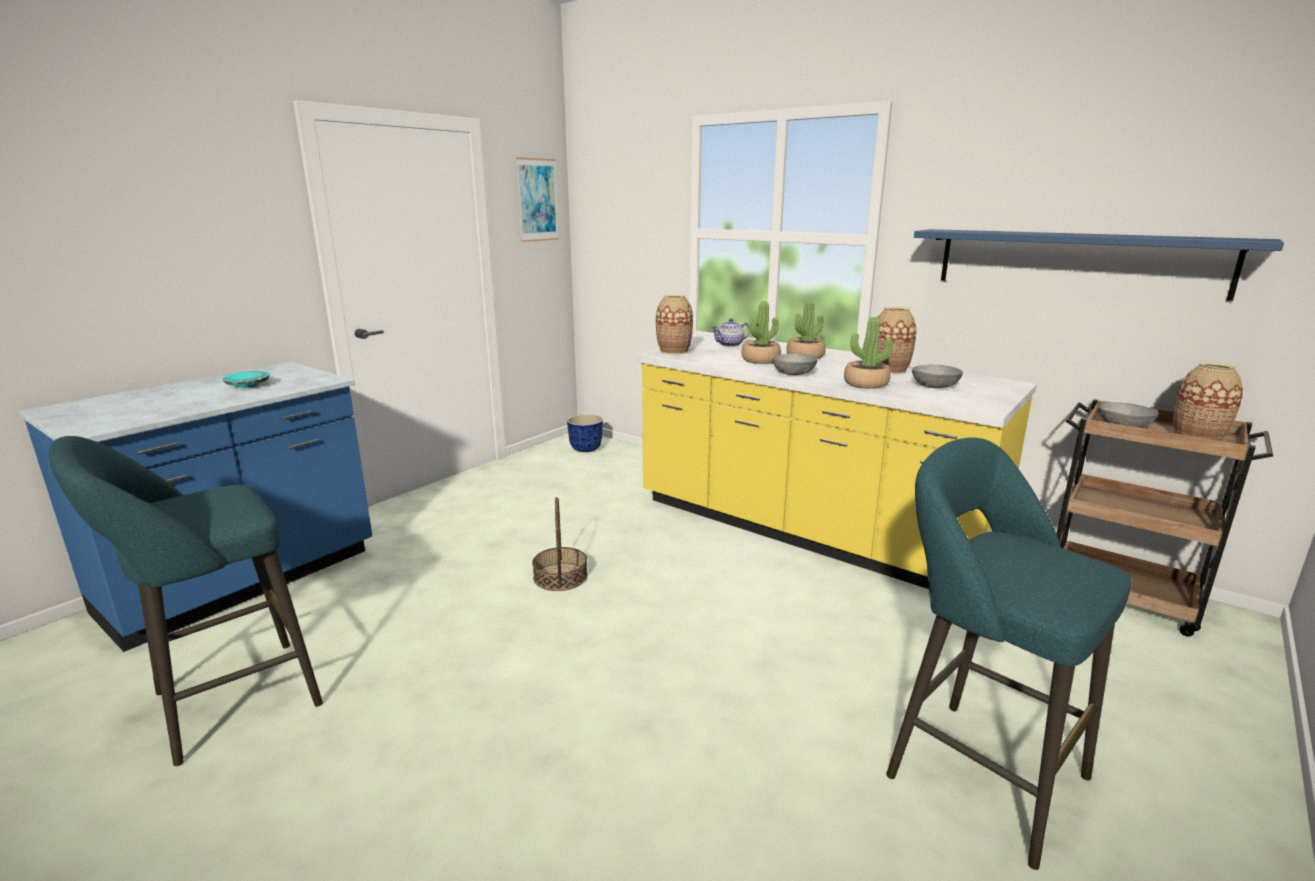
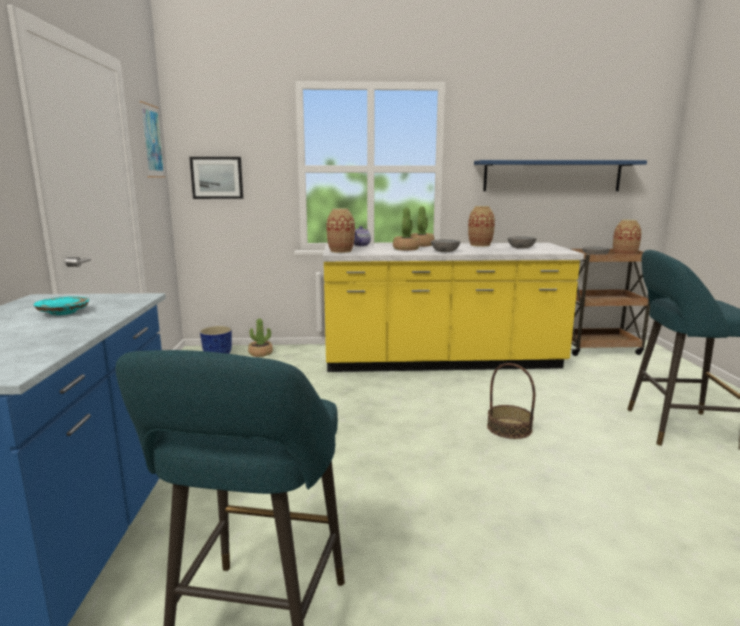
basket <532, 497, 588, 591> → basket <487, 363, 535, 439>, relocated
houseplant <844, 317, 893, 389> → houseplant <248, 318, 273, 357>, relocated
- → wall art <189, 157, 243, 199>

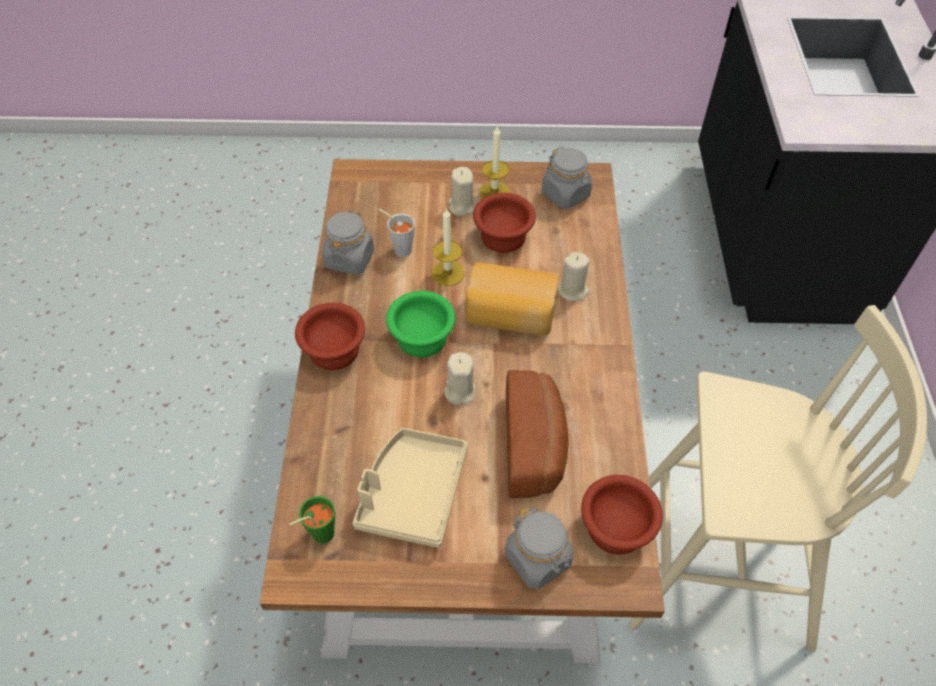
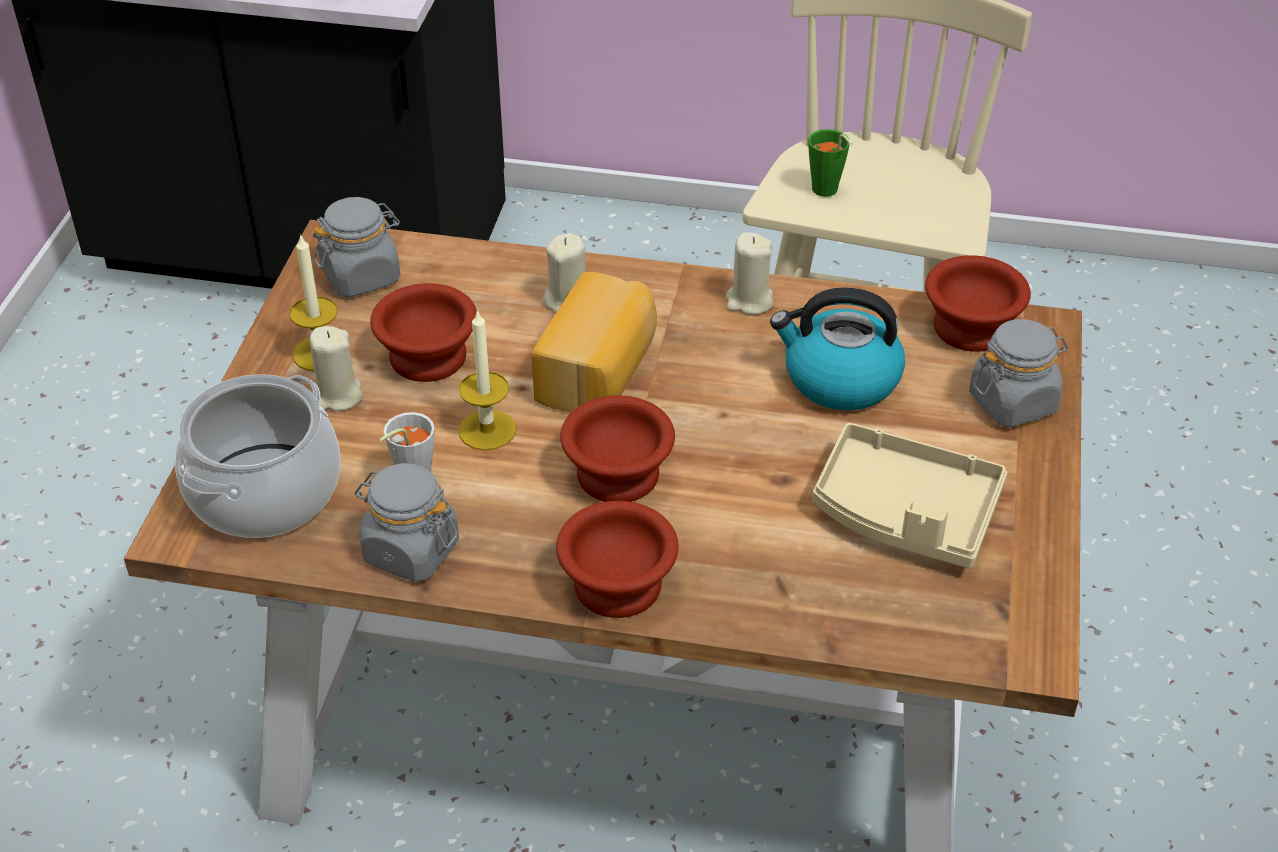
green drinking cup <289, 496, 335, 544> → green drinking cup <808, 129, 853, 197>, relocated
green bowl <386, 291, 455, 357> → brown bowl <560, 395, 675, 502>
sand-coloured wax candle <444, 352, 476, 405> → sand-coloured wax candle <726, 232, 773, 315>, relocated
baked bread <506, 370, 569, 498> → kettle <770, 287, 905, 410>
- → saucepot <175, 374, 341, 538>

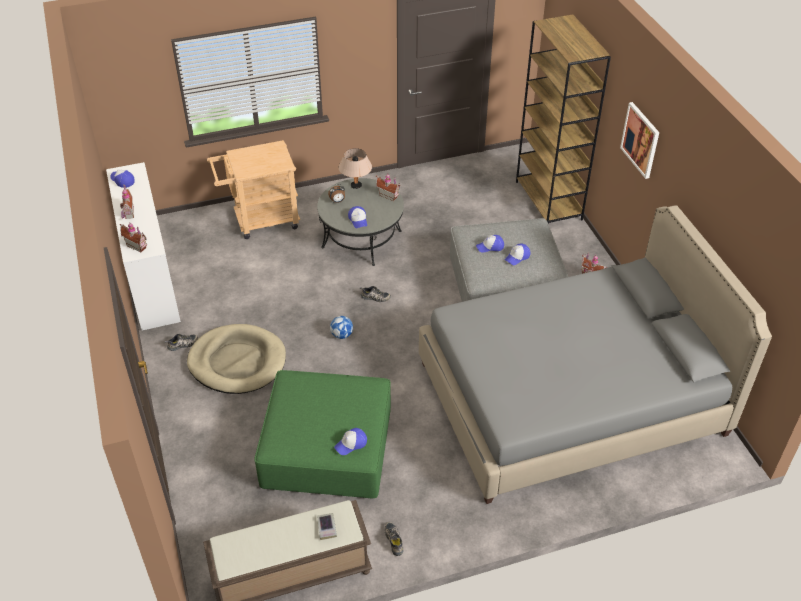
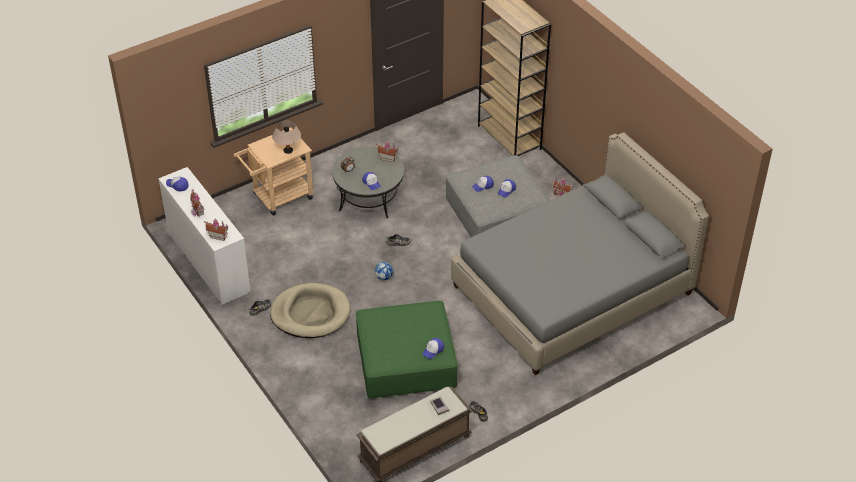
sand-coloured tabletop lamp <339, 148, 372, 189> → sand-coloured tabletop lamp <272, 120, 301, 154>, relocated
wall art <620, 102, 659, 179> → -

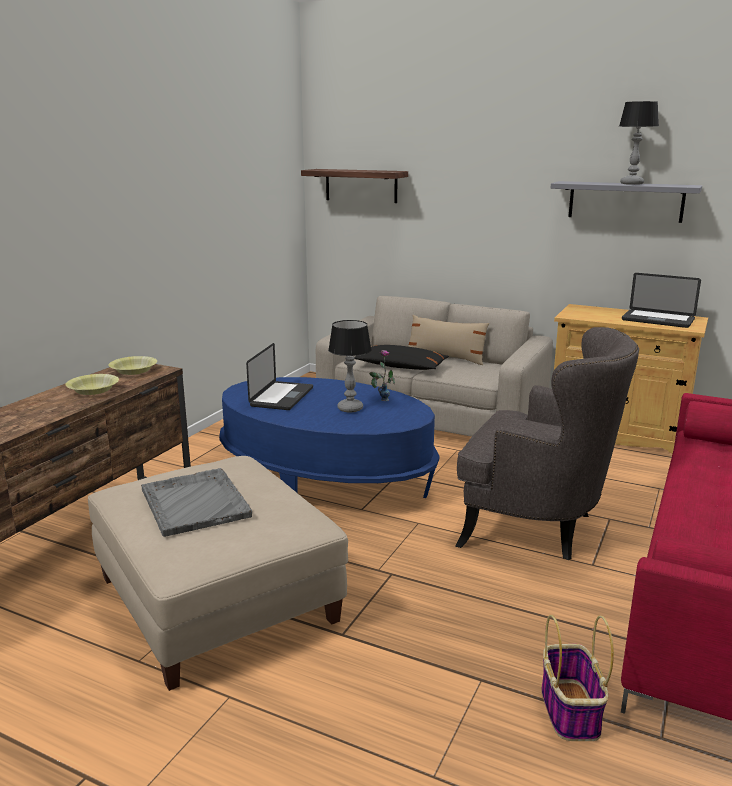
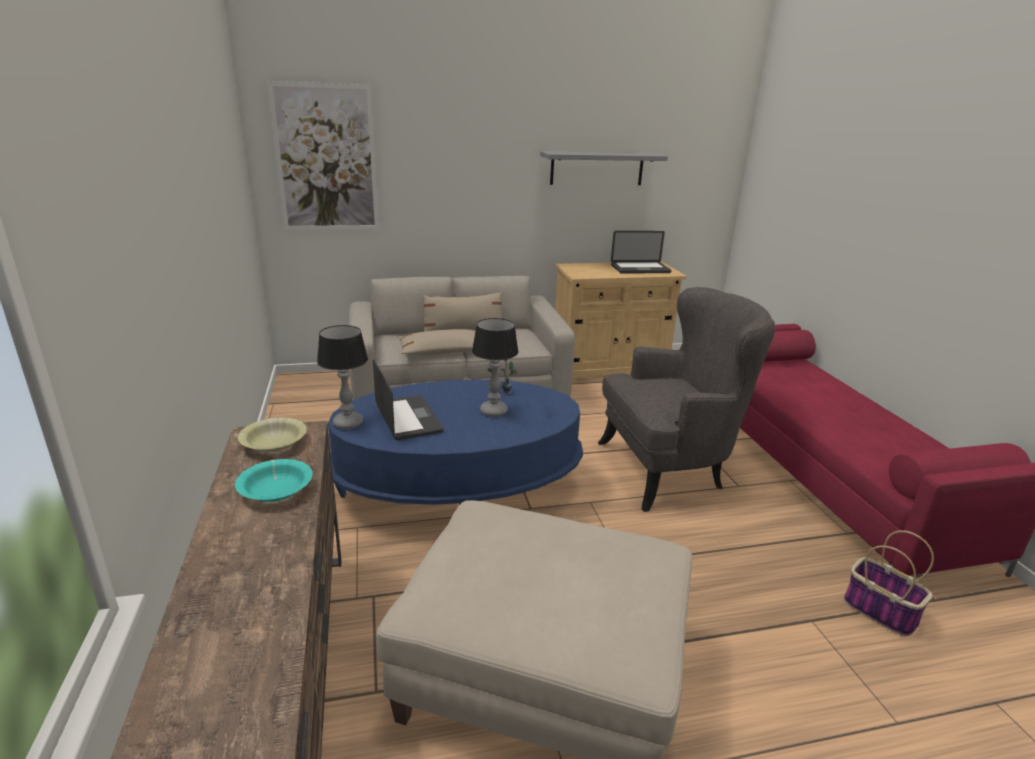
yellow-coloured bowl <65, 374, 119, 395> → blue-green bowl <235, 459, 312, 502>
grey serving tray <141, 468, 252, 537> → -
shelf <301, 169, 408, 203> → wall art <267, 81, 379, 230>
black-coloured throw pillow <354, 345, 449, 370> → sand-coloured throw pillow <398, 329, 476, 354>
tabletop lamp <619, 101, 659, 185> → tabletop lamp <317, 325, 368, 429>, relocated

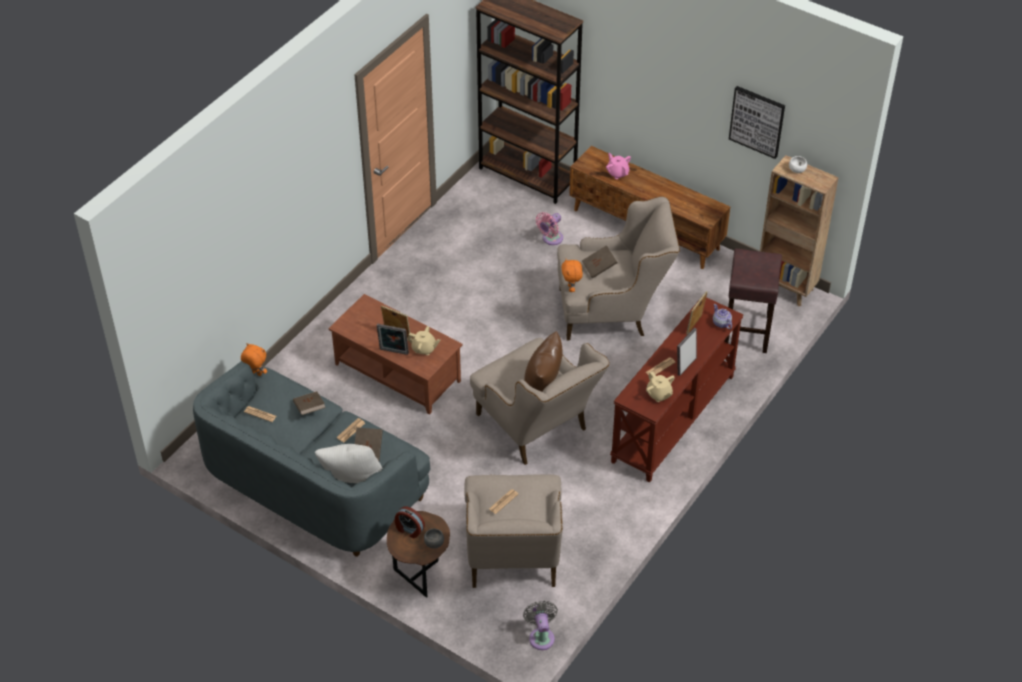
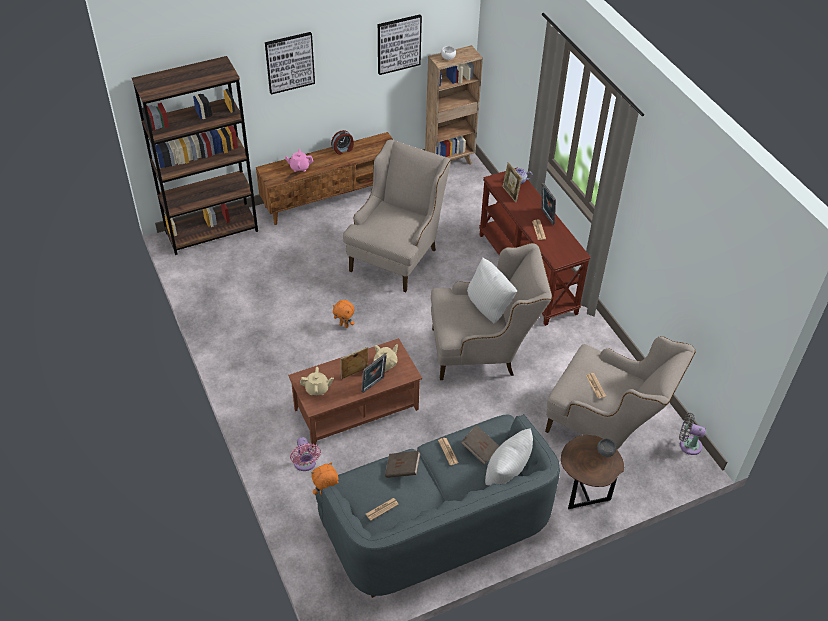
table clock <395, 507, 425, 538> → table clock <331, 130, 354, 155>, relocated
brown throw pillow <524, 331, 563, 392> → whitish throw pillow <467, 257, 517, 323>
pink cooling fan <536, 212, 563, 245> → pink cooling fan <290, 437, 321, 471>, relocated
orange plush toy <561, 259, 583, 292> → orange plush toy <333, 300, 355, 328>, relocated
brown bound book <582, 245, 617, 279> → -
sand-coloured pot for tea <646, 371, 675, 402> → sand-coloured pot for tea <300, 367, 334, 395>, relocated
brown sitting stool <724, 249, 782, 353> → -
- → wall art <265, 32, 315, 95>

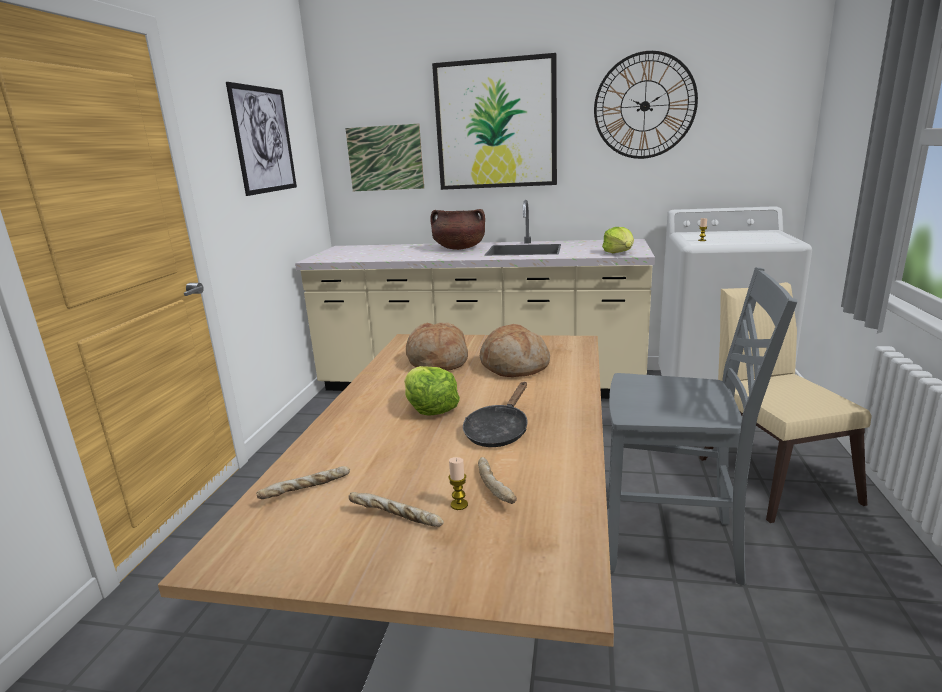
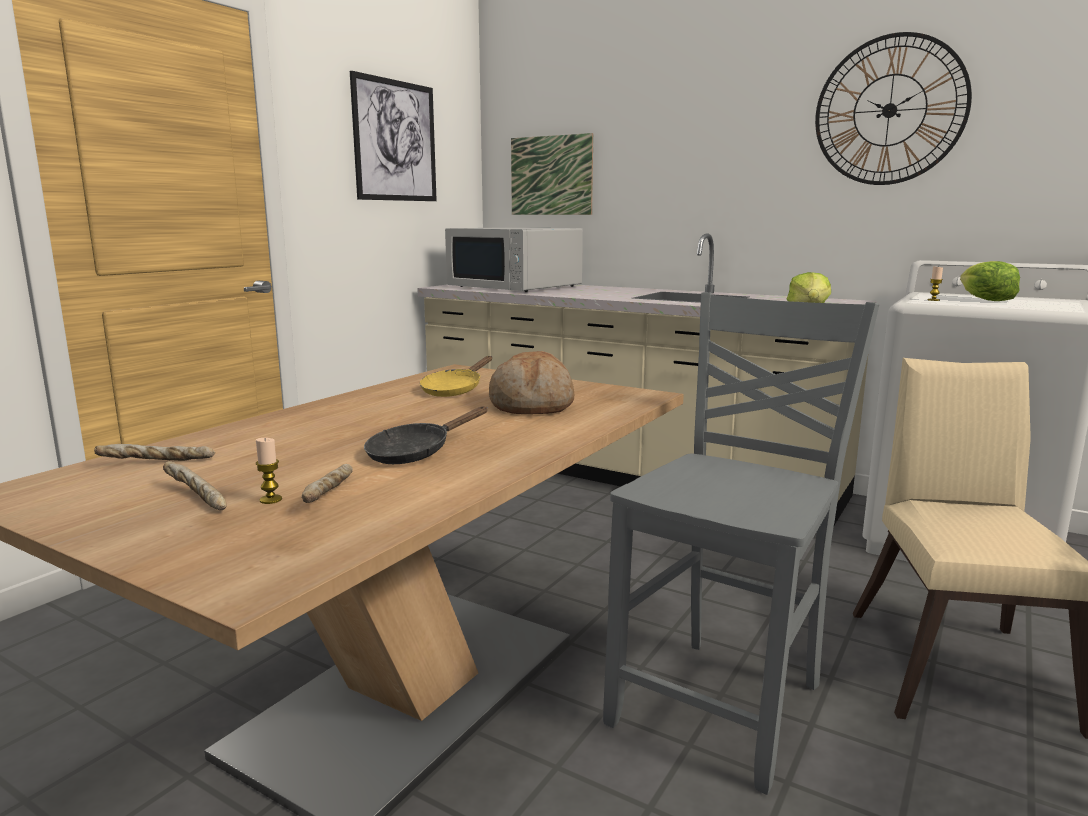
lettuce head <404, 366, 460, 416> → lettuce head <960, 261, 1020, 301>, relocated
baked bread <406, 322, 468, 371> → yellow-coloured pan <420, 356, 492, 397>
brown saucepot <430, 209, 485, 250> → -
wall art <432, 53, 557, 190> → -
grey upright chair <608, 267, 797, 585> → grey upright chair <603, 292, 879, 795>, 90 degrees counterclockwise
- → whitish microwave oven <445, 227, 583, 292>

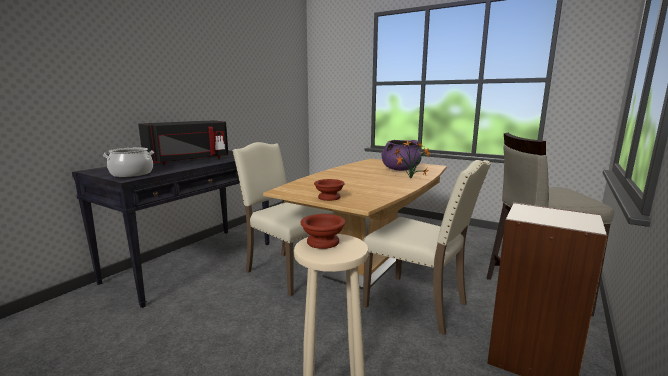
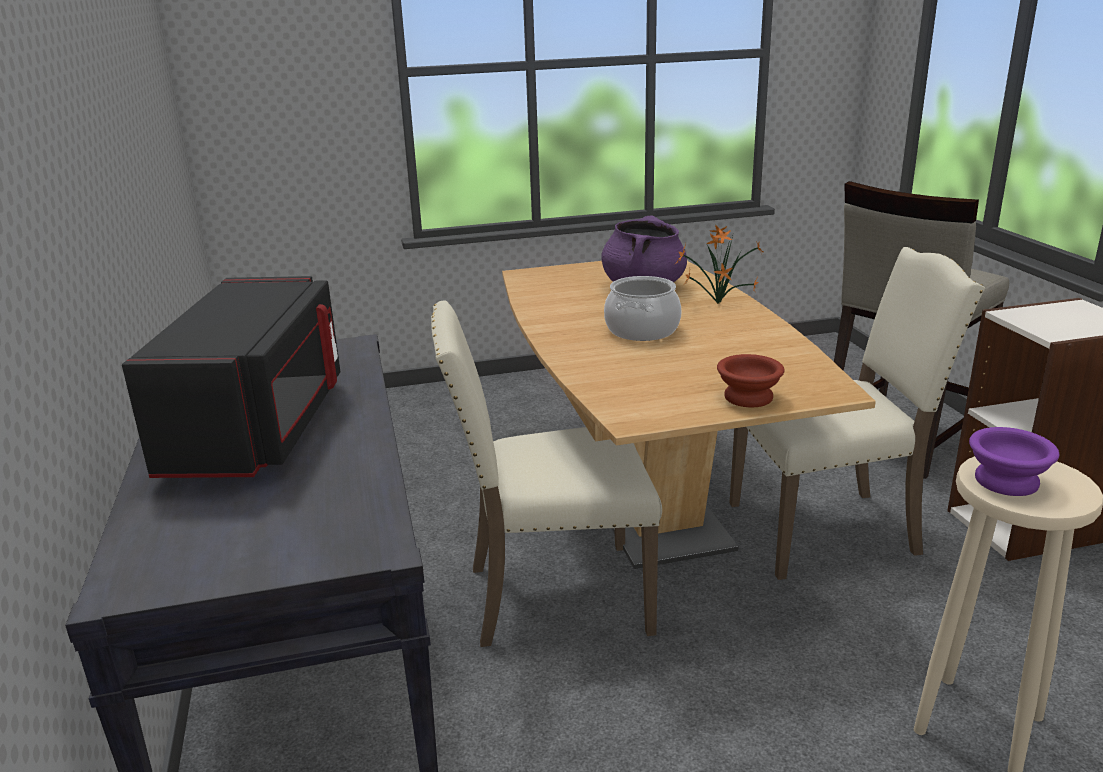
saucepot <103, 148, 154, 177> → saucepot <604, 276, 681, 341>, relocated
brown bowl <301, 214, 345, 249> → purple bowl <969, 427, 1059, 496>

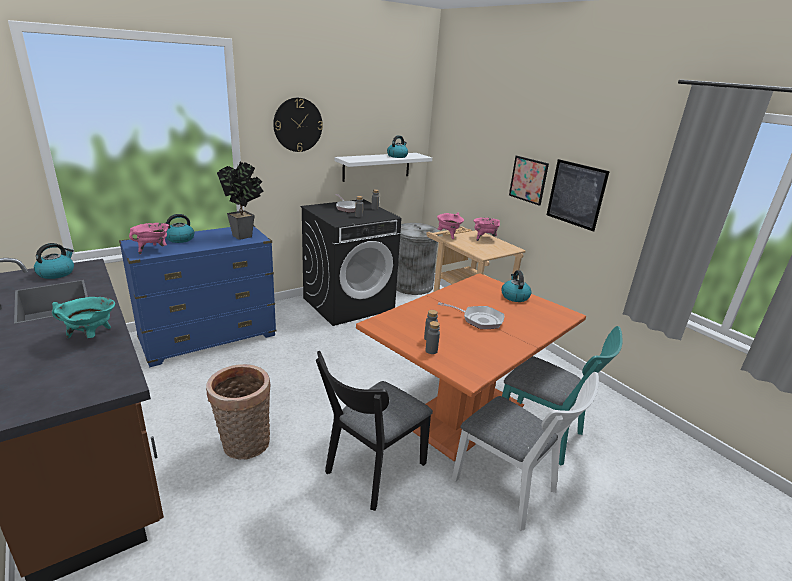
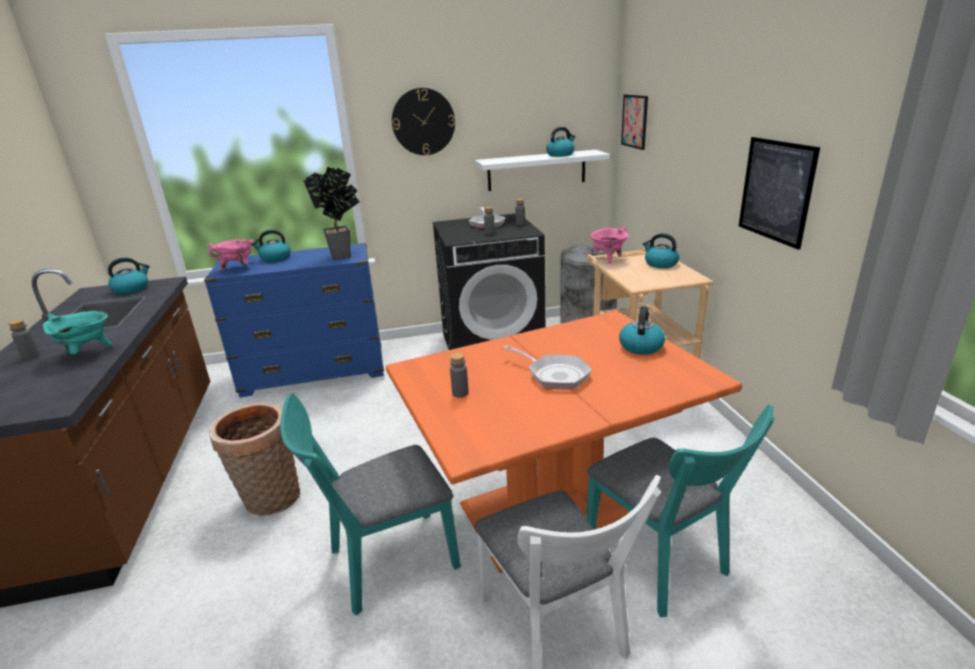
black-coloured upright chair <316, 351, 433, 511> → blue-green upright chair <280, 393, 461, 616>
grey bottle <425, 321, 440, 354> → grey bottle <8, 319, 40, 360>, relocated
pink saucepot <474, 218, 500, 241> → kettle <643, 233, 679, 268>
wall art <509, 156, 549, 206> → wall art <621, 95, 648, 150>, relocated

